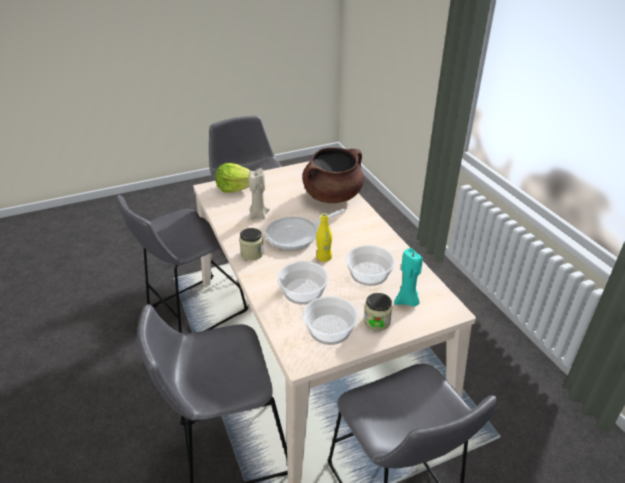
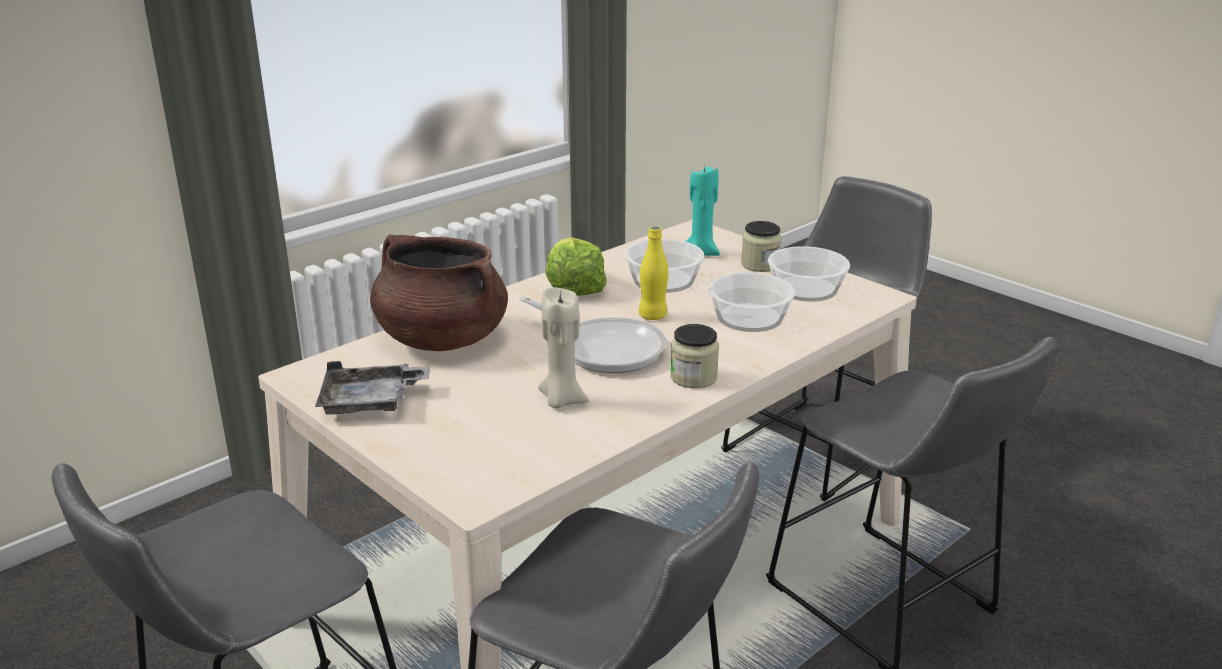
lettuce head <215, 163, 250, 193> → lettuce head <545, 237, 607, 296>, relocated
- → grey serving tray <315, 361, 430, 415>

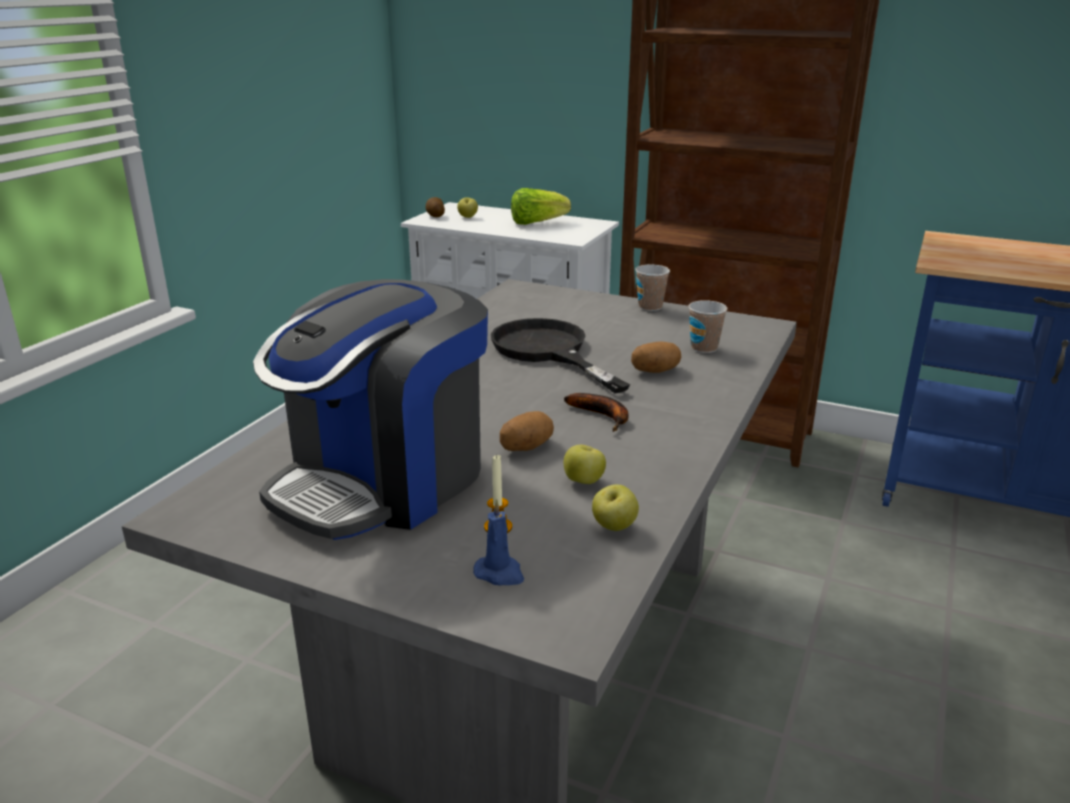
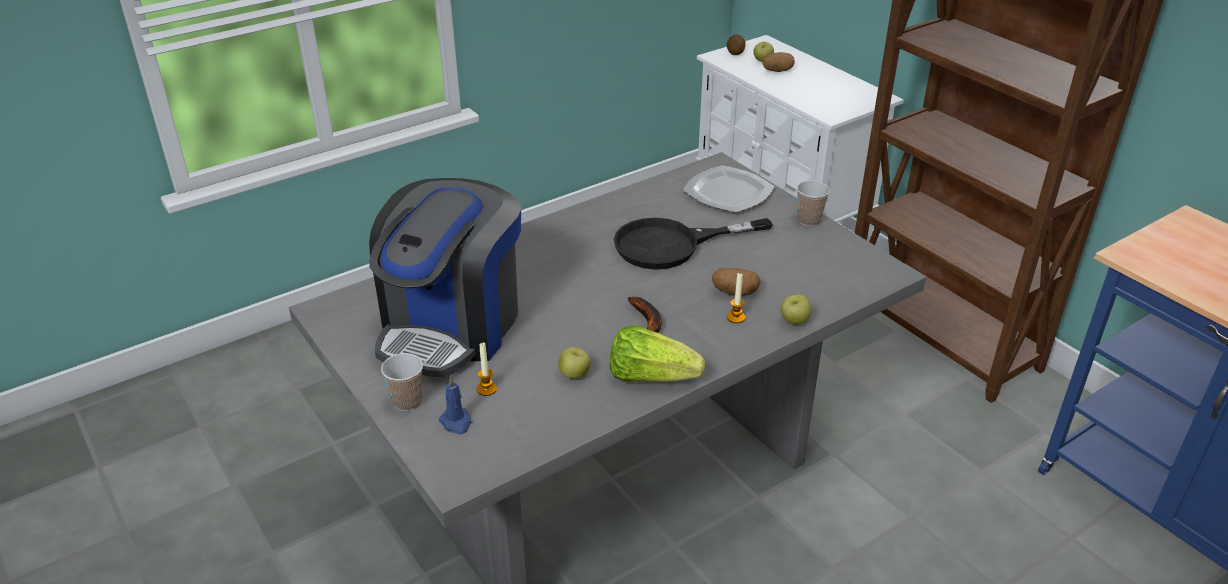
coffee brewer <253, 279, 488, 540> → coffee brewer <369, 178, 521, 377>, 45 degrees counterclockwise
black-coloured pan <491, 318, 630, 393> → black-coloured pan <614, 218, 773, 270>, 105 degrees counterclockwise
spud <500, 411, 554, 451> → spud <763, 52, 795, 72>, relocated
lettuce head <511, 188, 571, 225> → lettuce head <610, 325, 705, 382>, relocated
whole apple <592, 484, 639, 531> → whole apple <781, 295, 811, 325>, relocated
drinking cup <688, 300, 728, 353> → drinking cup <381, 353, 423, 411>, relocated
- → dinner plate <683, 165, 774, 213>
- → wax candle <727, 273, 745, 323>

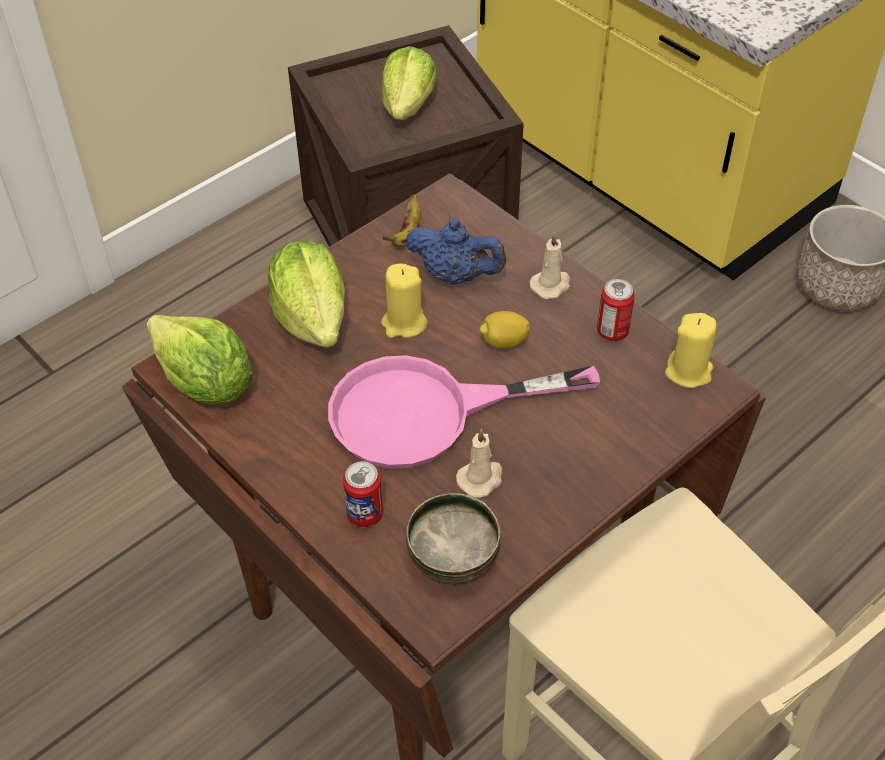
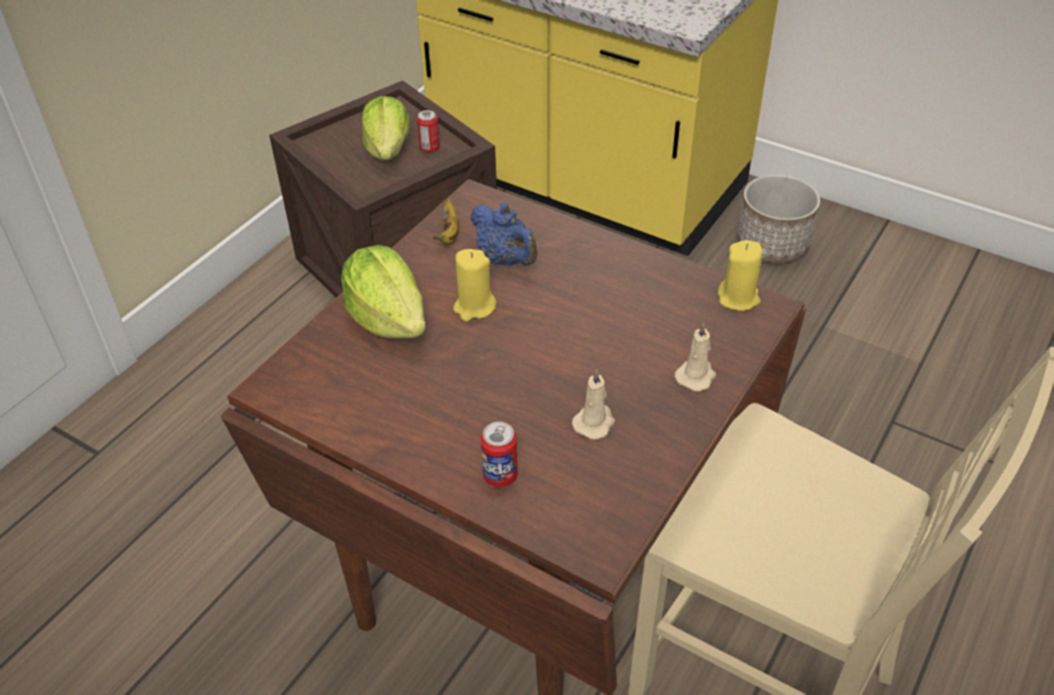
lettuce head <147, 315, 253, 404> → -
pink pan <328, 355, 600, 469> → -
bluish pot for tea <406, 218, 506, 285> → bluish pot for tea <470, 203, 537, 266>, 45 degrees clockwise
bowl <406, 493, 500, 583> → -
whole lemon <480, 311, 530, 349> → -
sand-coloured wax candle <530, 232, 570, 299> → sand-coloured wax candle <675, 322, 716, 391>, relocated
metal can <597, 279, 635, 341> → metal can <417, 110, 440, 153>, relocated

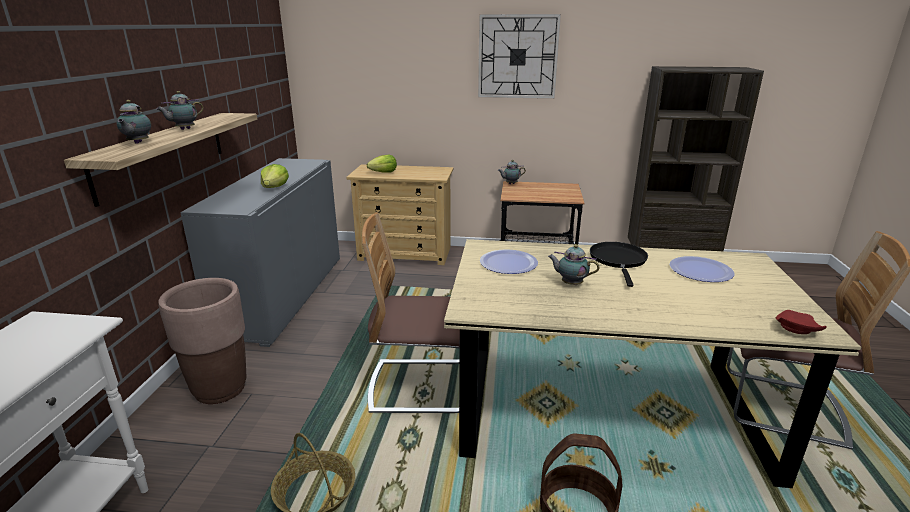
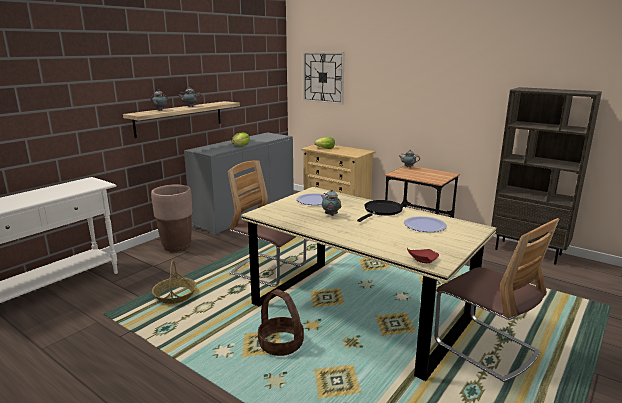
hanging clock <478, 14, 561, 99> → hanging clock <303, 52, 345, 104>, relocated

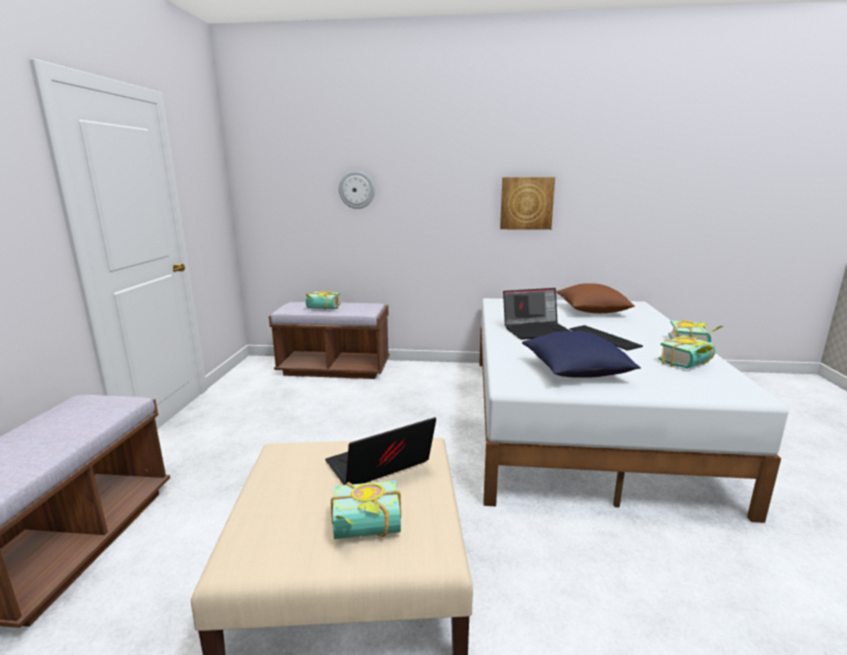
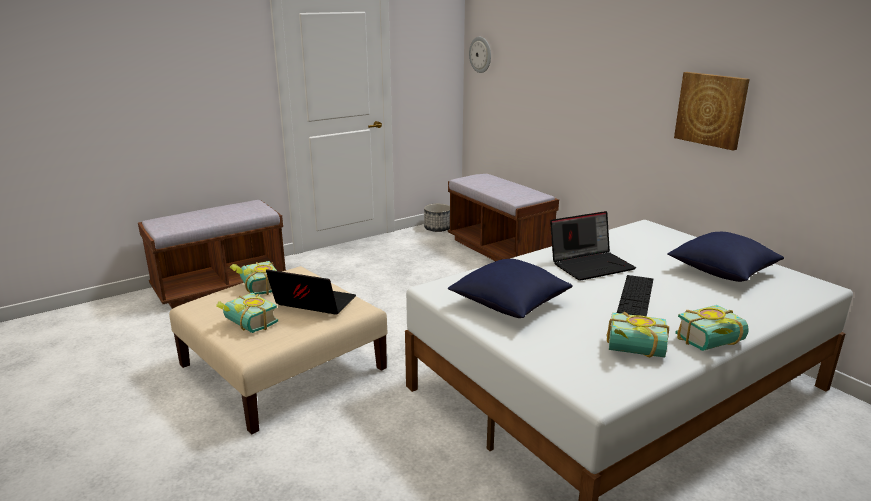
bound book <306, 291, 341, 310> → bound book <229, 261, 277, 295>, relocated
hanging clock <339, 171, 375, 209> → hanging clock <469, 37, 491, 73>, relocated
laptop <503, 288, 570, 340> → laptop <550, 211, 636, 281>, 60 degrees counterclockwise
brown throw pillow <556, 283, 635, 313> → bluish throw pillow <667, 232, 784, 282>
- → plant pot <424, 204, 450, 232>

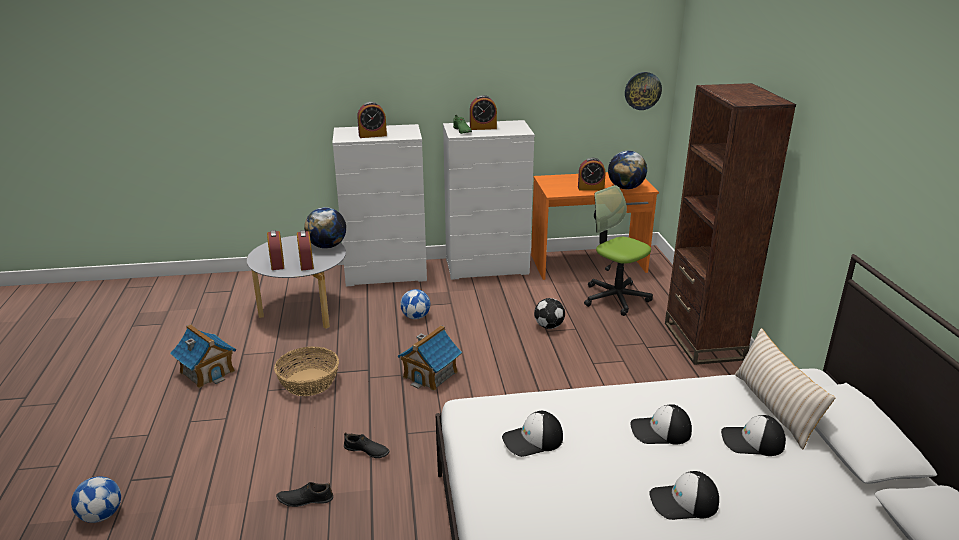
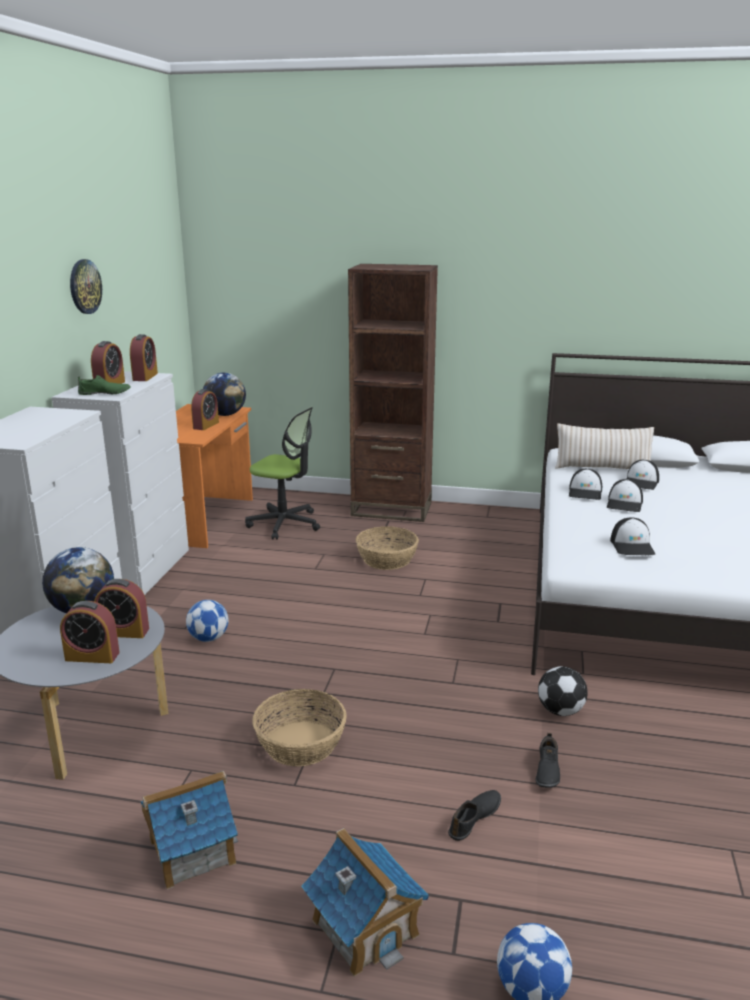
black-coloured shoe <344, 432, 389, 458> → black-coloured shoe <448, 790, 501, 841>, relocated
table clock <357, 102, 387, 138> → table clock <130, 334, 158, 381>, relocated
toy house <398, 325, 462, 391> → toy house <301, 828, 429, 977>, relocated
ball for football <534, 298, 565, 329> → ball for football <538, 666, 588, 716>, relocated
computer chair <584, 185, 653, 316> → computer chair <245, 407, 320, 540>, 135 degrees counterclockwise
hanging clock <625, 72, 662, 110> → hanging clock <70, 259, 102, 314>, relocated
peaked cap <649, 471, 719, 520> → peaked cap <569, 469, 602, 500>, relocated
- → basket <356, 526, 419, 570>

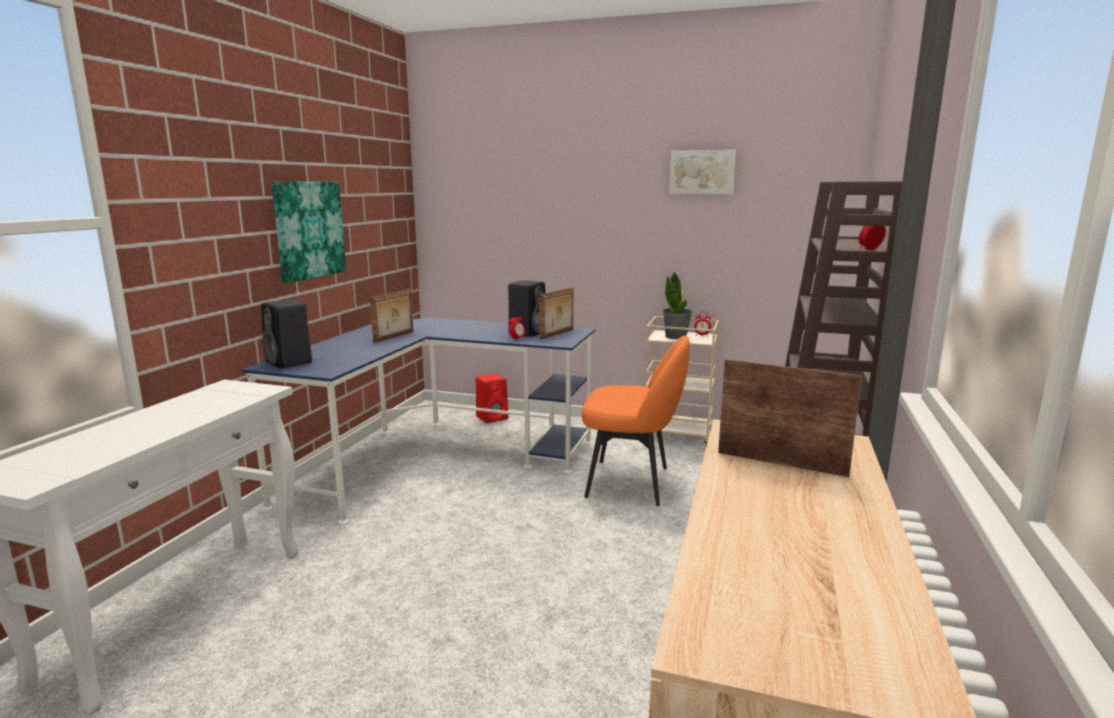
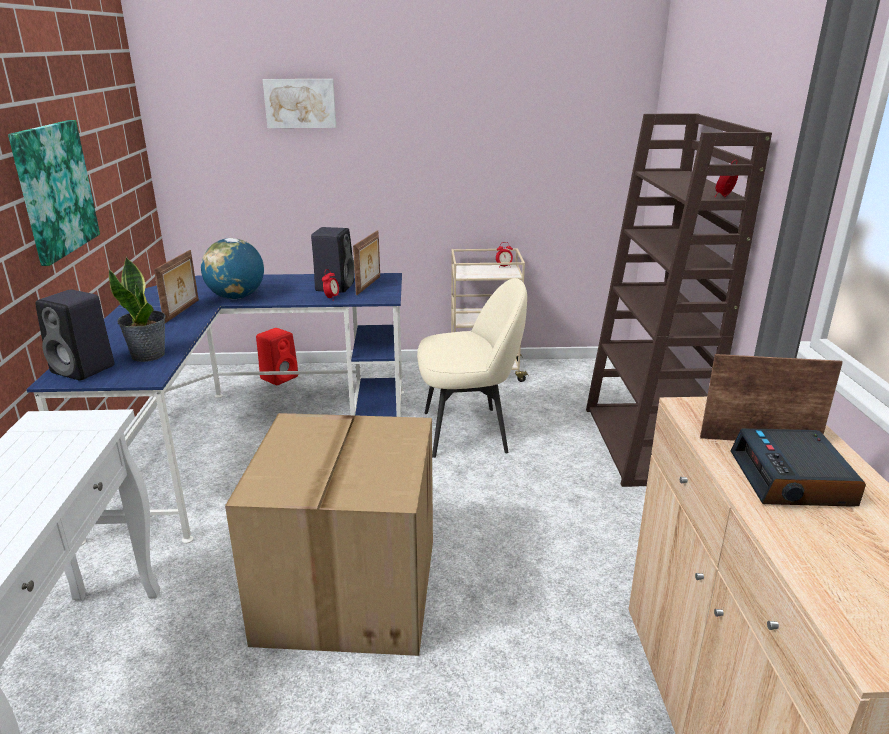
orange upright chair <582, 335, 690, 506> → sand-coloured upright chair <417, 278, 527, 458>
houseplant <663, 272, 692, 339> → houseplant <109, 257, 165, 362>, relocated
wall art <669, 149, 736, 194> → wall art <263, 79, 336, 128>, relocated
- → world globe <201, 238, 264, 299>
- → packing box <225, 413, 433, 656>
- → table clock <731, 428, 866, 507>

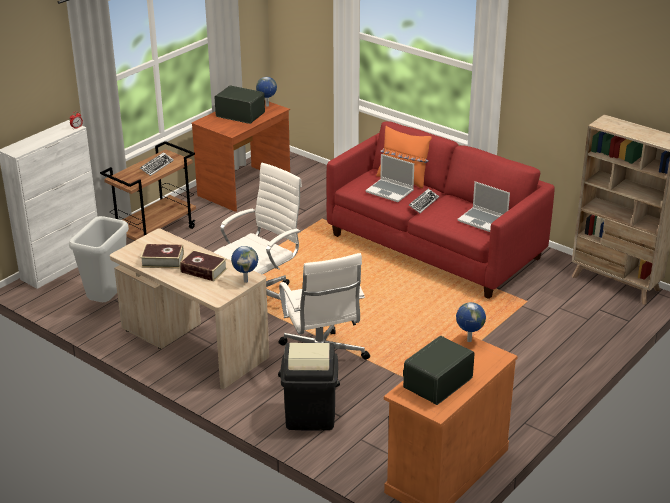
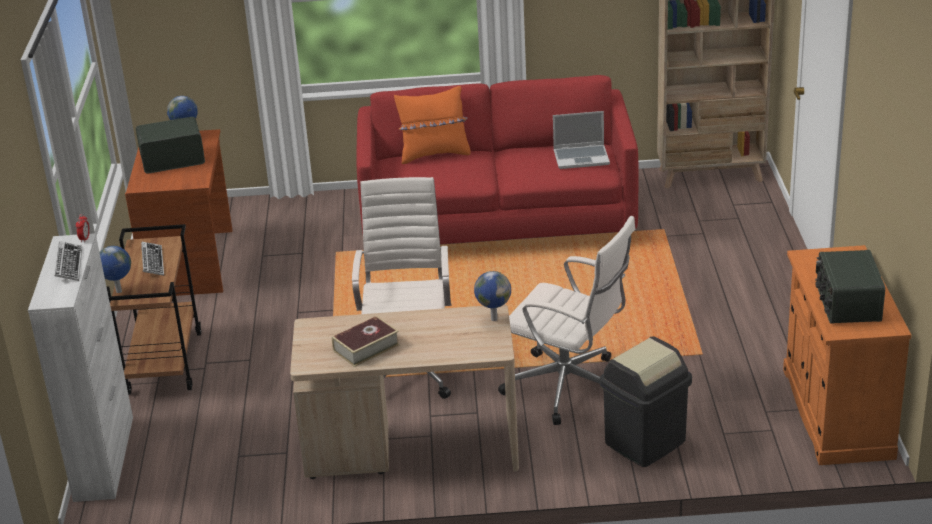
grey waste bin <69, 216, 129, 302> → -
bound book <180, 250, 227, 281> → -
laptop <366, 154, 414, 202> → -
PC keyboard <409, 189, 439, 213> → PC keyboard <55, 241, 82, 281>, relocated
world globe <456, 302, 486, 342> → world globe <100, 246, 131, 293>, relocated

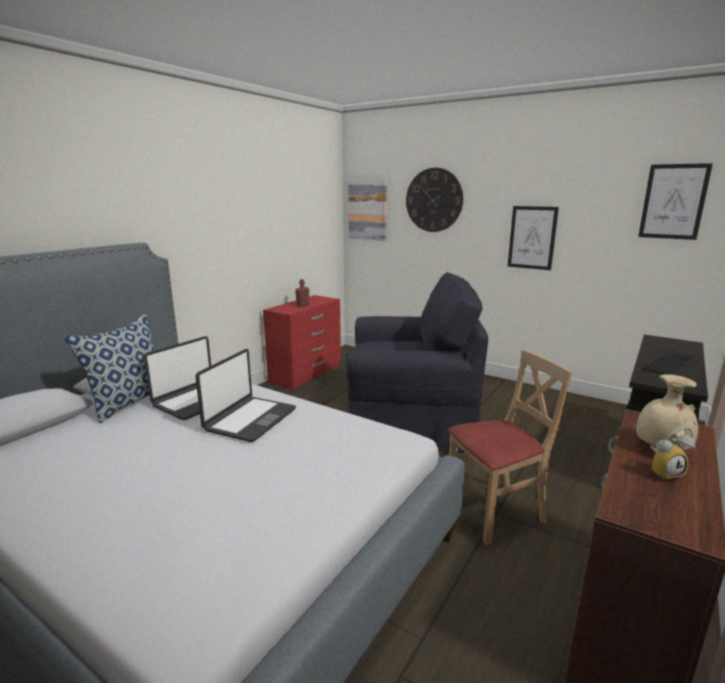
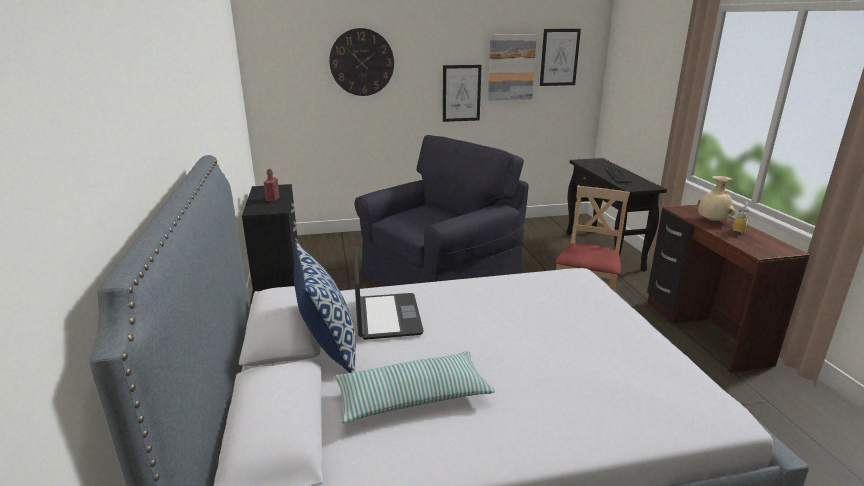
laptop <195, 349, 296, 442> → -
red dresser <263, 295, 341, 389> → black-coloured dresser <242, 184, 299, 294>
wall art <348, 179, 387, 241> → wall art <488, 34, 537, 100>, relocated
- → throw pillow <333, 351, 495, 423>

